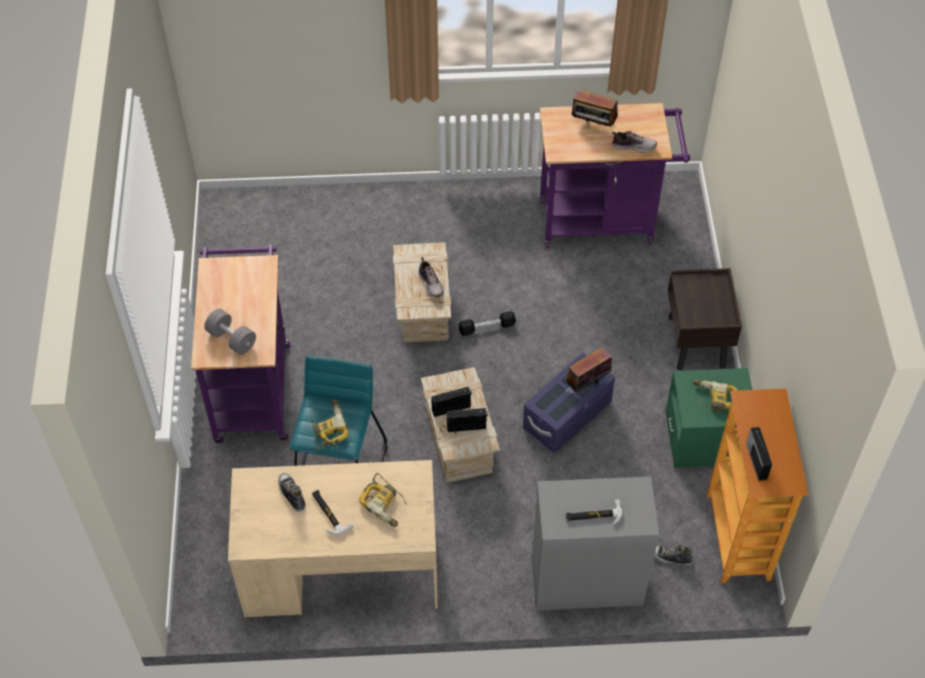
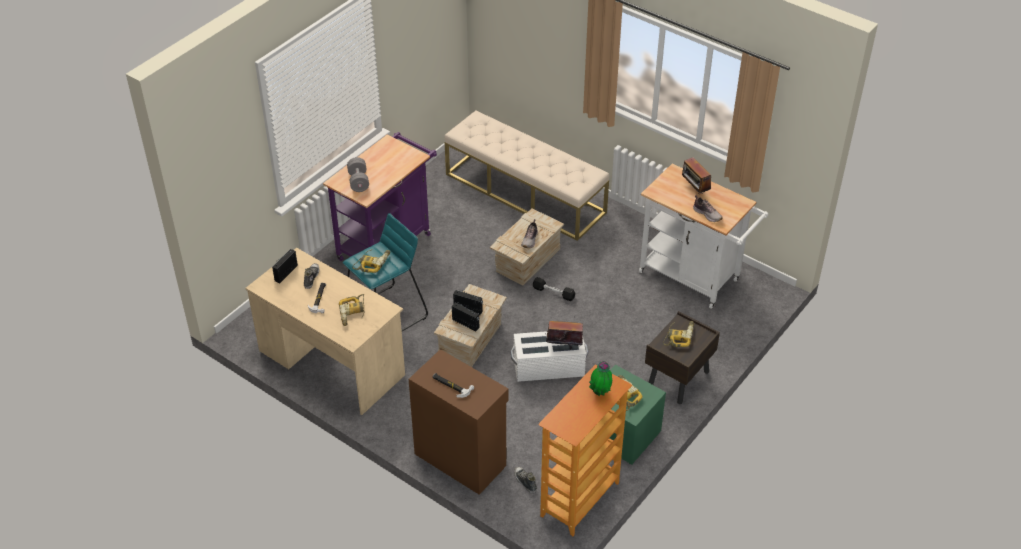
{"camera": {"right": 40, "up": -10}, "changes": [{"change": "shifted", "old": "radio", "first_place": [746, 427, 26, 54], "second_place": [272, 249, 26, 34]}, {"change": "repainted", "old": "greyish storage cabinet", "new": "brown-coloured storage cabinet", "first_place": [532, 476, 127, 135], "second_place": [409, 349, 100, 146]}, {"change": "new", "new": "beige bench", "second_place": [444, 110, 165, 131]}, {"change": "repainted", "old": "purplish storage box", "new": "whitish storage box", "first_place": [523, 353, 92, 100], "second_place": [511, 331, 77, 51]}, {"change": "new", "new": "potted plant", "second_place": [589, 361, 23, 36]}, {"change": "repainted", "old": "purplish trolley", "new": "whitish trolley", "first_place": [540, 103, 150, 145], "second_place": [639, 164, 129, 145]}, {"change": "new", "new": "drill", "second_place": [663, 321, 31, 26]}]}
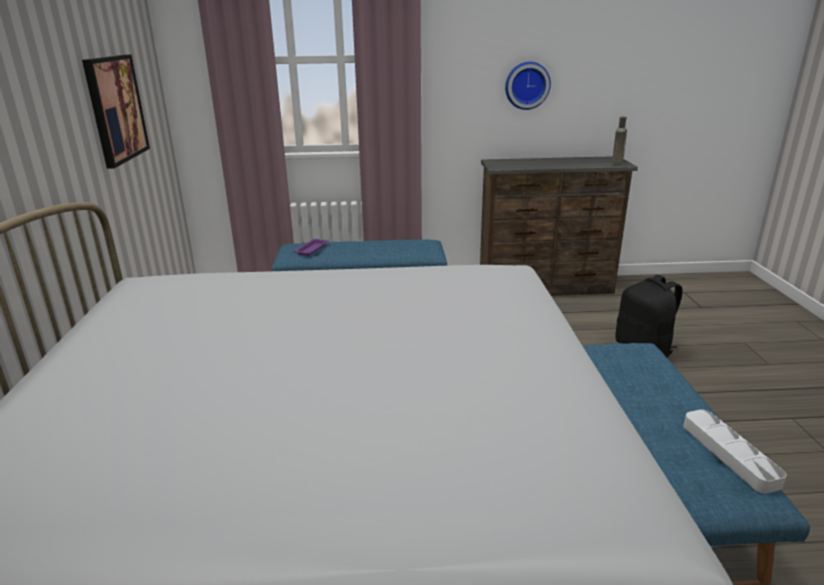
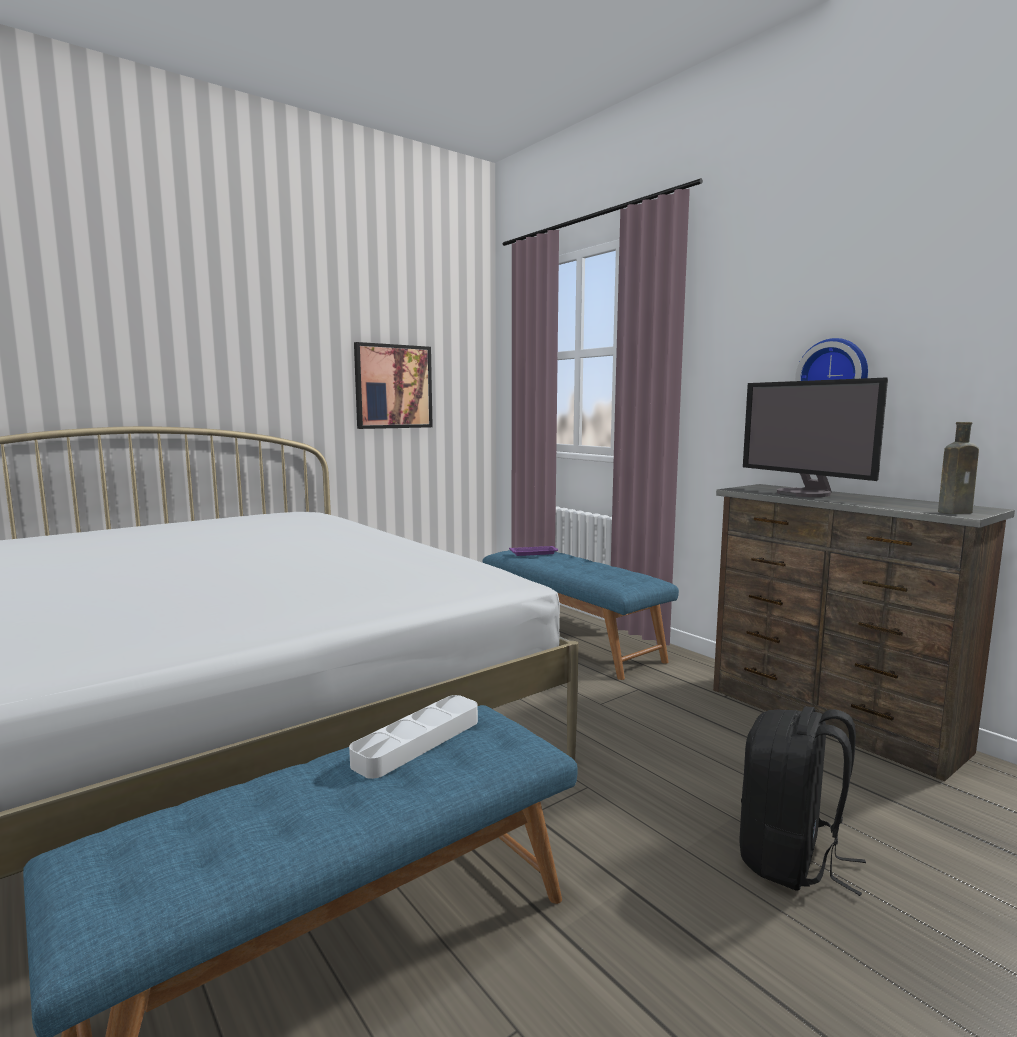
{"camera": {"right": 55, "up": -15}, "changes": [{"change": "shifted", "old": "whitish carrying tray", "first_place": [683, 409, 104, 85], "second_place": [349, 695, 129, 84]}, {"change": "new", "new": "computer display", "second_place": [743, 377, 145, 120]}]}
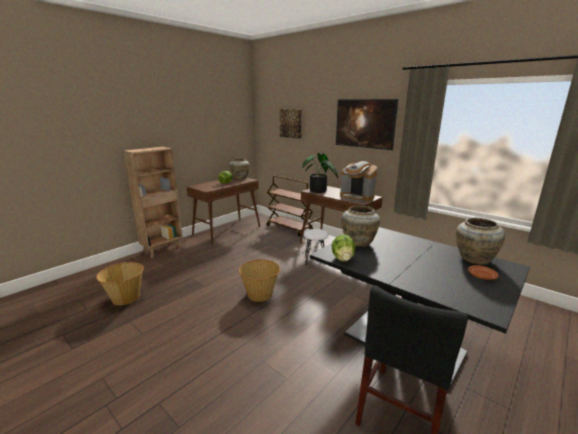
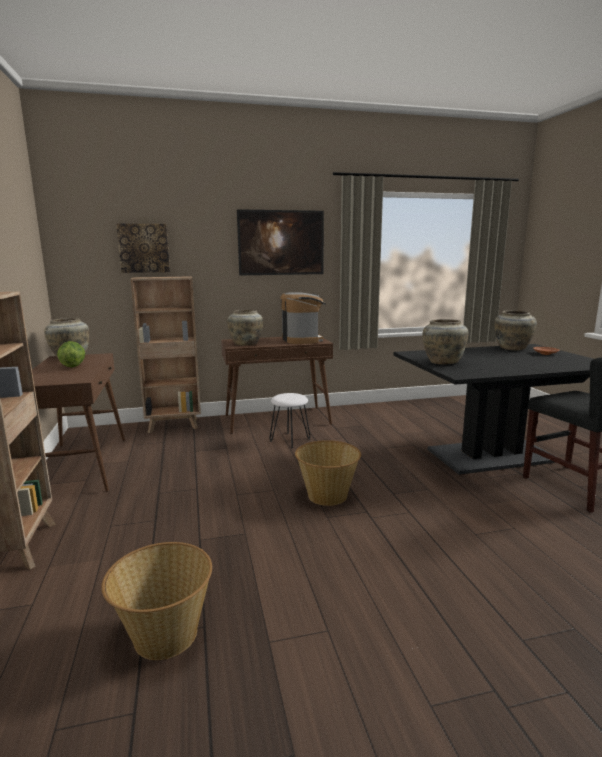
{"camera": {"right": -55, "up": -5}, "changes": [{"change": "swapped", "old": "brown-coloured trolley", "new": "brown-coloured bookshelf", "first_place": [267, 176, 46, 61], "second_place": [131, 276, 70, 157]}, {"change": "swapped", "old": "potted plant", "new": "beige flower vase", "first_place": [302, 153, 36, 40], "second_place": [227, 310, 36, 36]}, {"change": "rotated", "old": "coffee maker", "first_place": [340, 161, 37, 41], "second_place": [281, 292, 45, 52], "degrees": -90}, {"change": "gone", "old": "lettuce head", "first_place": [331, 234, 25, 28]}]}
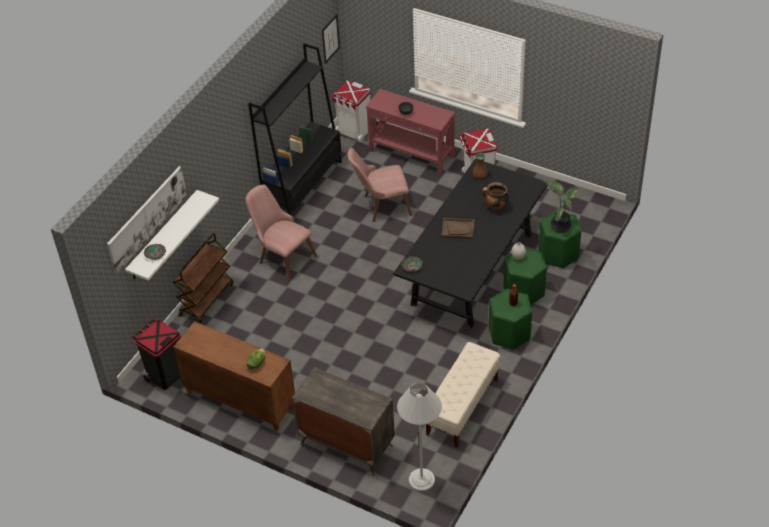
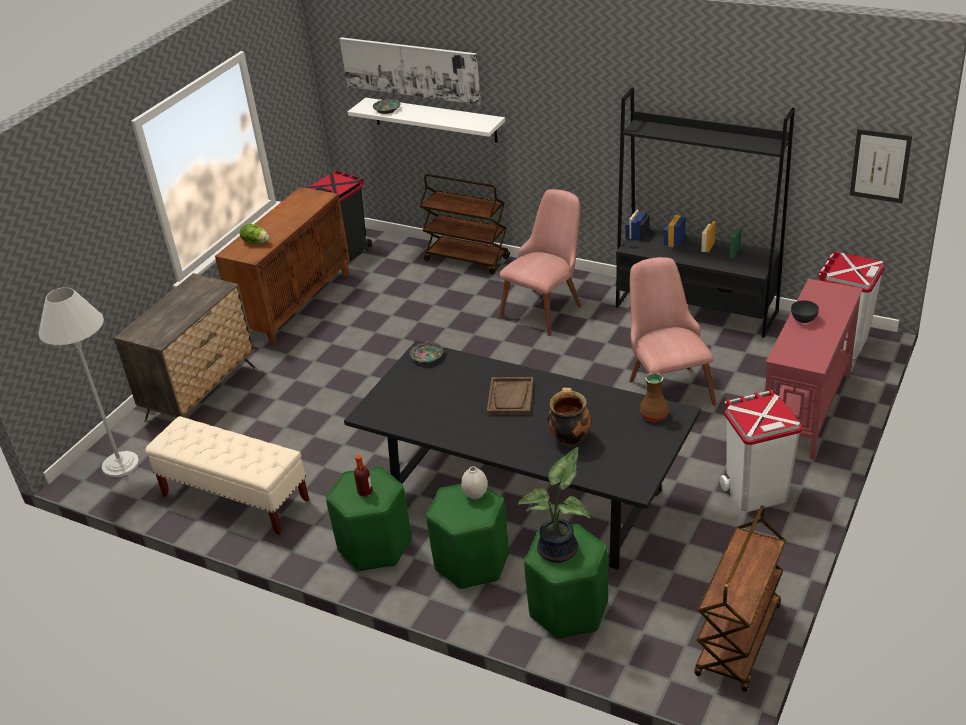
{"camera": {"right": 90, "up": -10}, "changes": [{"change": "new", "new": "brown-coloured trolley", "second_place": [695, 505, 91, 187]}]}
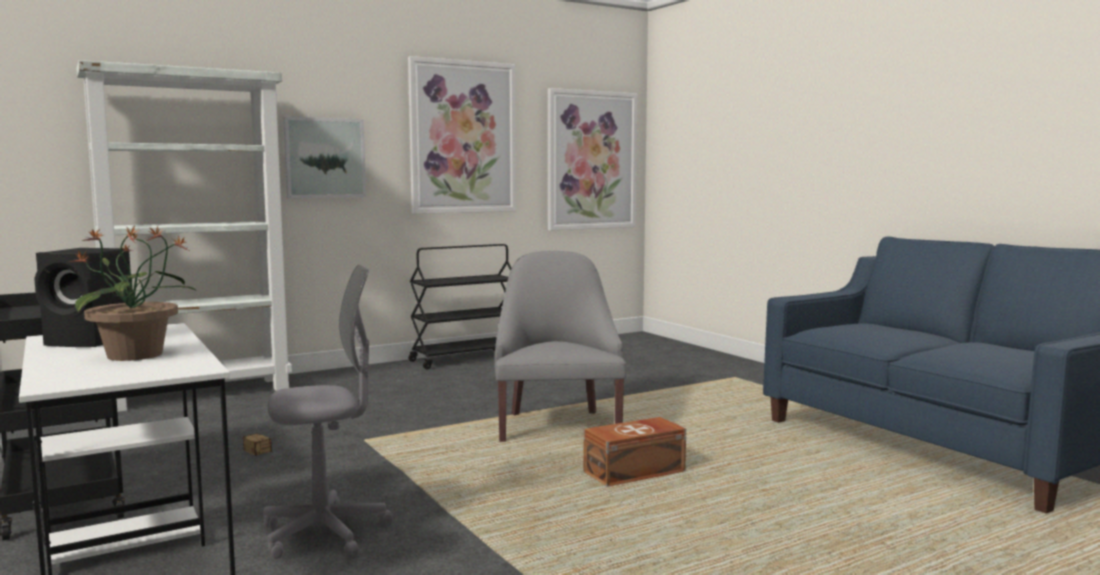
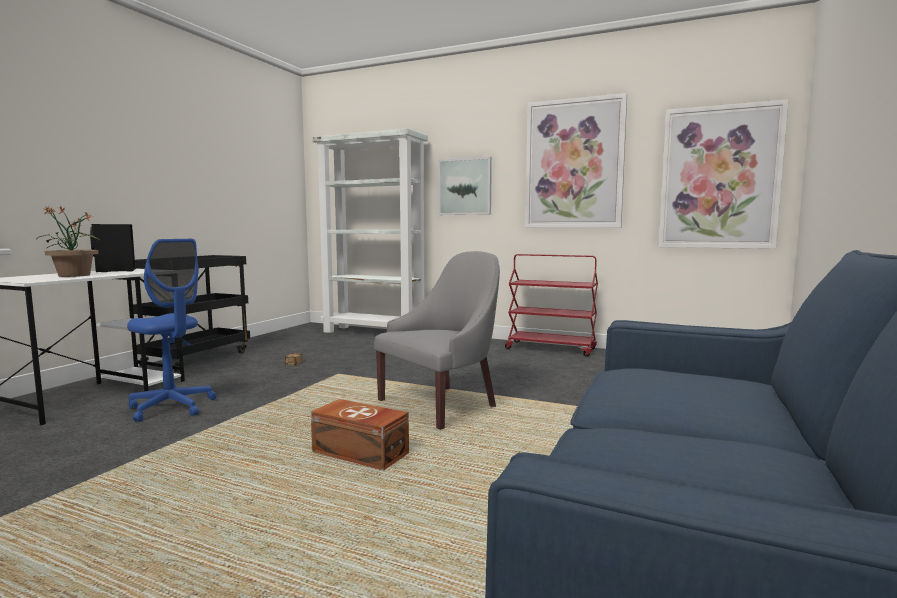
{"camera": {"right": 55, "up": 0}, "changes": [{"change": "repainted", "old": "greyish computer chair", "new": "blue-coloured computer chair", "first_place": [263, 265, 130, 294], "second_place": [127, 239, 89, 183]}, {"change": "repainted", "old": "blackish trolley", "new": "reddish trolley", "first_place": [408, 244, 103, 125], "second_place": [505, 254, 93, 103]}]}
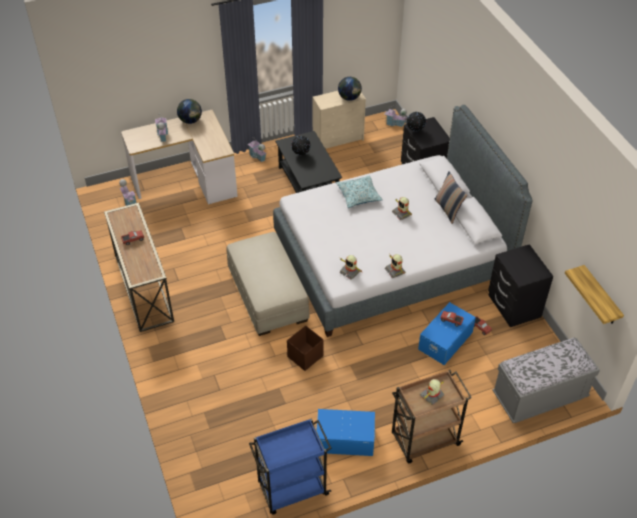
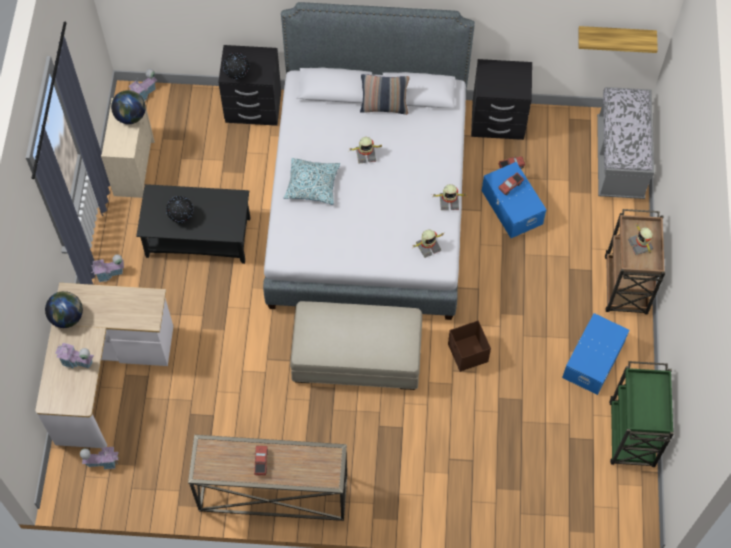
{"camera": {"right": -65, "up": 15}, "changes": [{"change": "repainted", "old": "blue-coloured trolley", "new": "green-coloured trolley", "first_place": [249, 418, 83, 97], "second_place": [609, 361, 65, 106]}]}
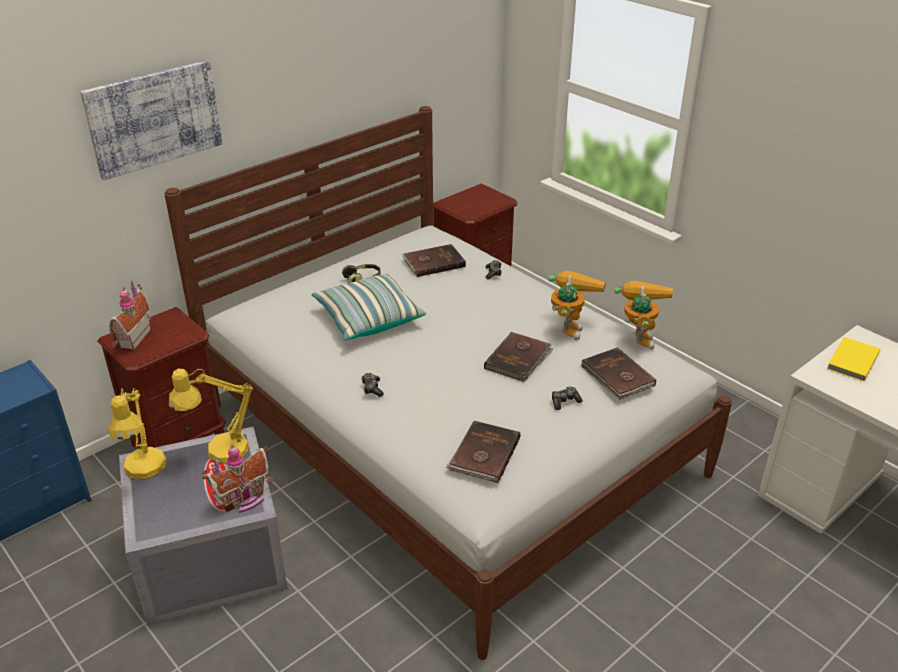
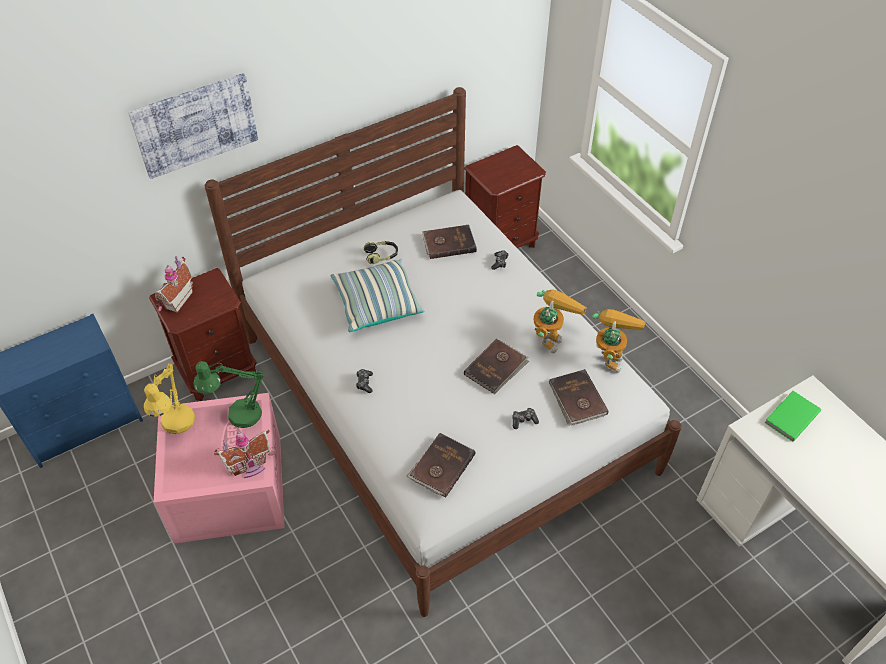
{"camera": {"right": 10, "up": 15}, "changes": [{"change": "repainted", "old": "greyish storage box", "new": "pinkish storage box", "first_place": [119, 427, 169, 199], "second_place": [154, 393, 131, 151]}, {"change": "repainted", "old": "yellow table lamp", "new": "green-coloured table lamp", "first_place": [169, 368, 84, 96], "second_place": [194, 361, 70, 67]}, {"change": "repainted", "old": "yellow volume", "new": "green-coloured volume", "first_place": [827, 337, 53, 44], "second_place": [764, 391, 57, 51]}]}
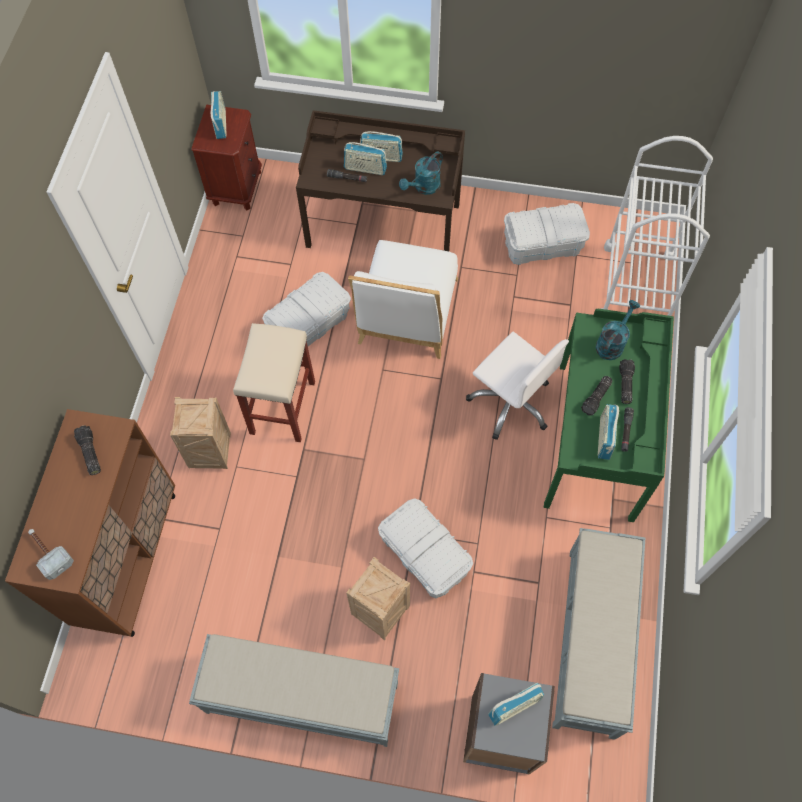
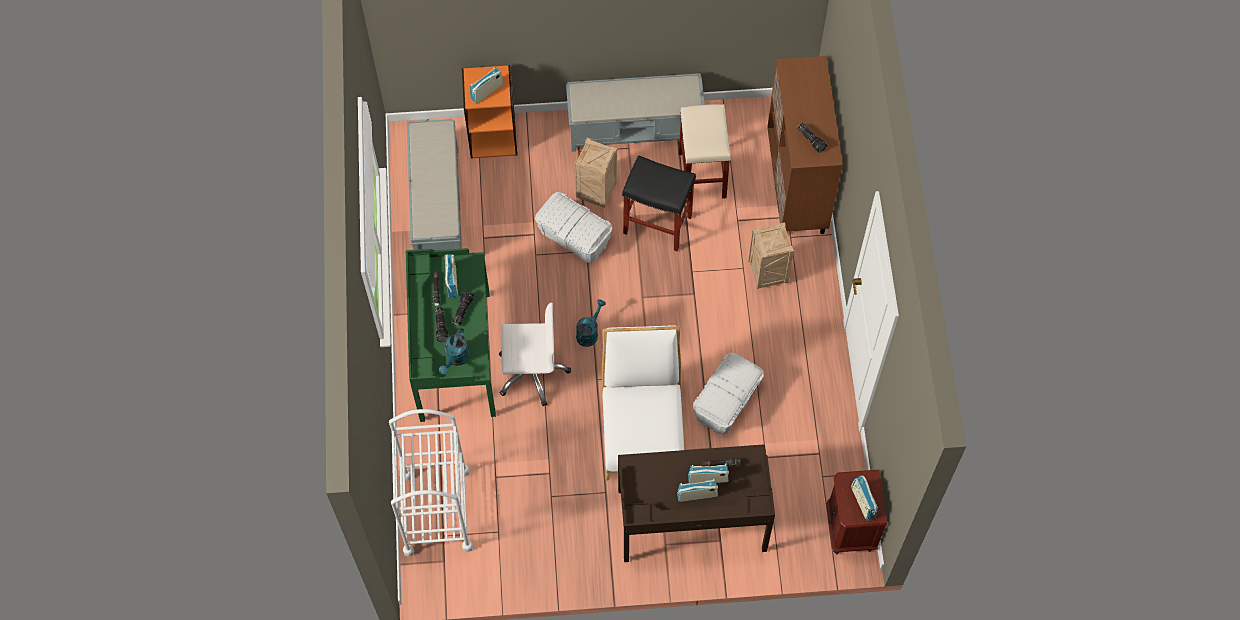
{"camera": {"right": 165, "up": 0}, "changes": [{"change": "repainted", "old": "greyish bookshelf", "new": "orange-coloured bookshelf", "first_place": [463, 673, 92, 101], "second_place": [462, 65, 56, 94]}, {"change": "rotated", "old": "whitish computer chair", "first_place": [466, 332, 103, 108], "second_place": [499, 303, 72, 103], "degrees": 150}, {"change": "shifted", "old": "turquoise-coloured watering pot", "first_place": [399, 151, 44, 44], "second_place": [576, 299, 30, 48]}, {"change": "new", "new": "blackish stool", "second_place": [622, 155, 74, 96]}, {"change": "shifted", "old": "beige stool", "first_place": [233, 323, 82, 119], "second_place": [678, 104, 53, 95]}, {"change": "gone", "old": "hand hammer", "first_place": [28, 529, 46, 51]}, {"change": "gone", "old": "whitish storage box", "first_place": [504, 203, 86, 62]}]}
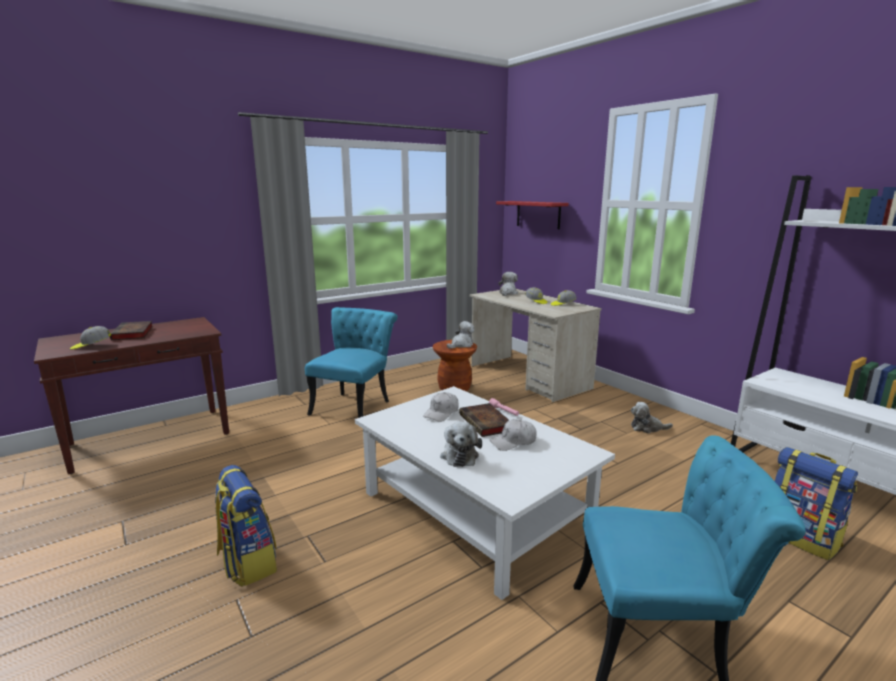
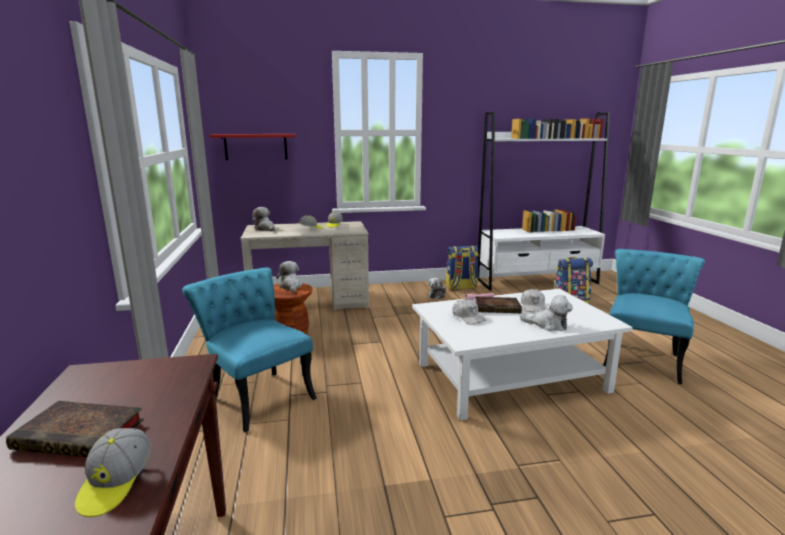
{"camera": {"right": -65, "up": 0}, "changes": [{"change": "shifted", "old": "rucksack", "first_place": [215, 465, 62, 122], "second_place": [446, 246, 33, 44]}]}
